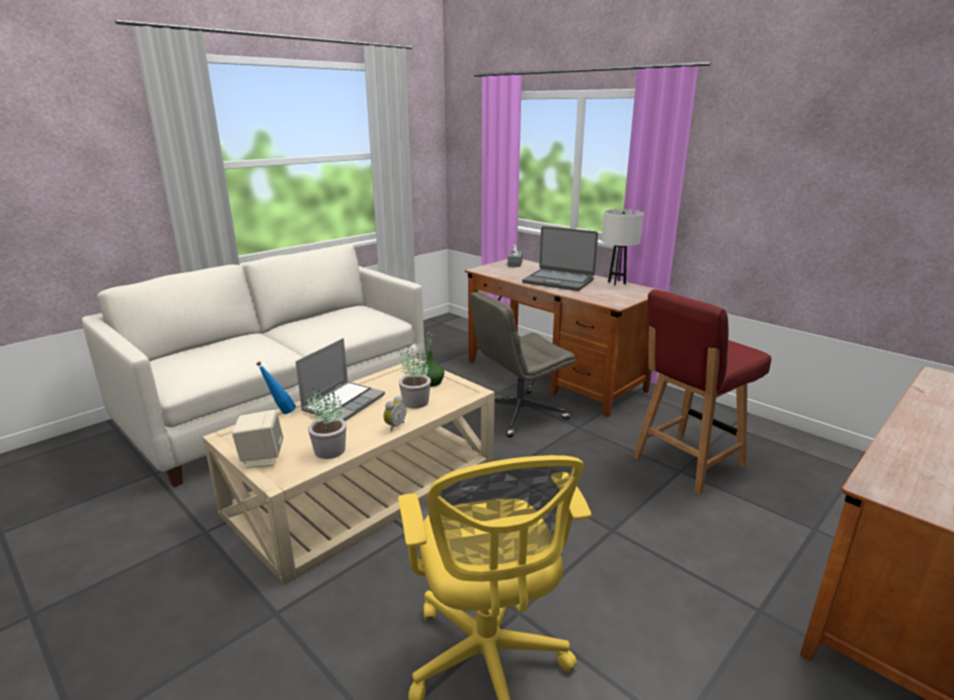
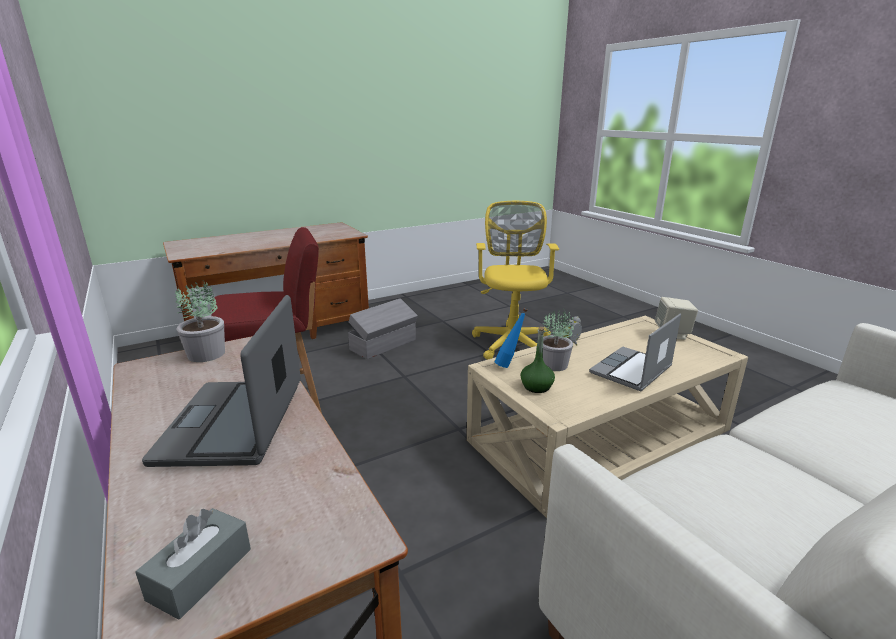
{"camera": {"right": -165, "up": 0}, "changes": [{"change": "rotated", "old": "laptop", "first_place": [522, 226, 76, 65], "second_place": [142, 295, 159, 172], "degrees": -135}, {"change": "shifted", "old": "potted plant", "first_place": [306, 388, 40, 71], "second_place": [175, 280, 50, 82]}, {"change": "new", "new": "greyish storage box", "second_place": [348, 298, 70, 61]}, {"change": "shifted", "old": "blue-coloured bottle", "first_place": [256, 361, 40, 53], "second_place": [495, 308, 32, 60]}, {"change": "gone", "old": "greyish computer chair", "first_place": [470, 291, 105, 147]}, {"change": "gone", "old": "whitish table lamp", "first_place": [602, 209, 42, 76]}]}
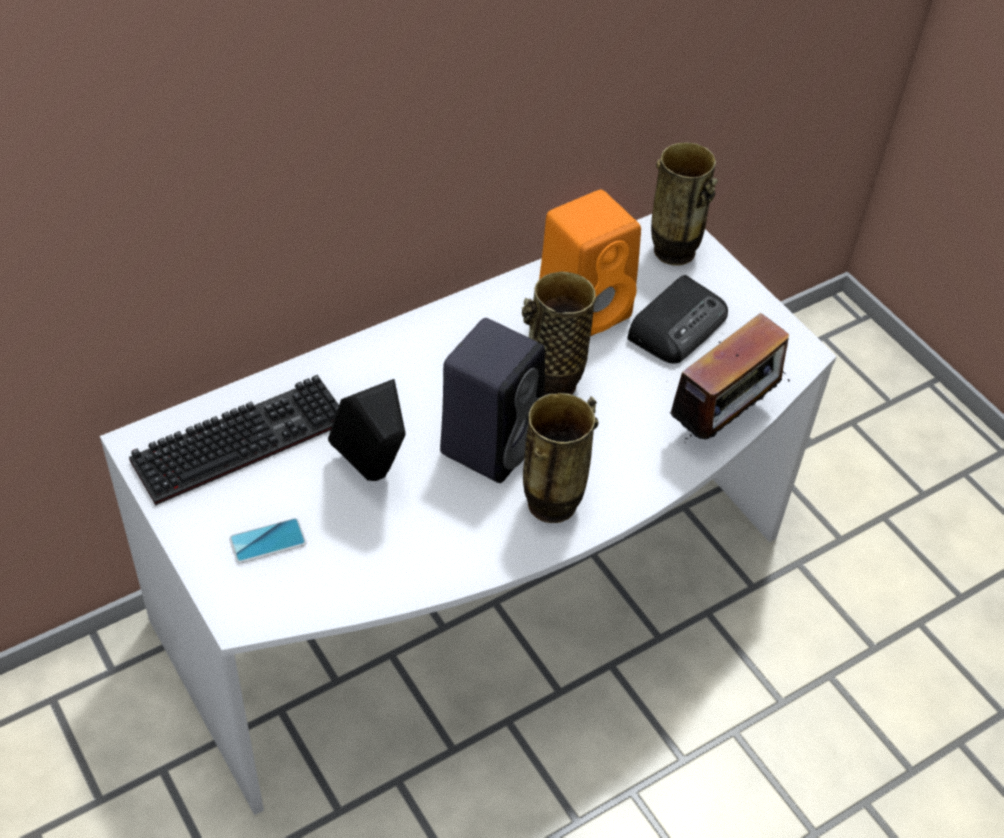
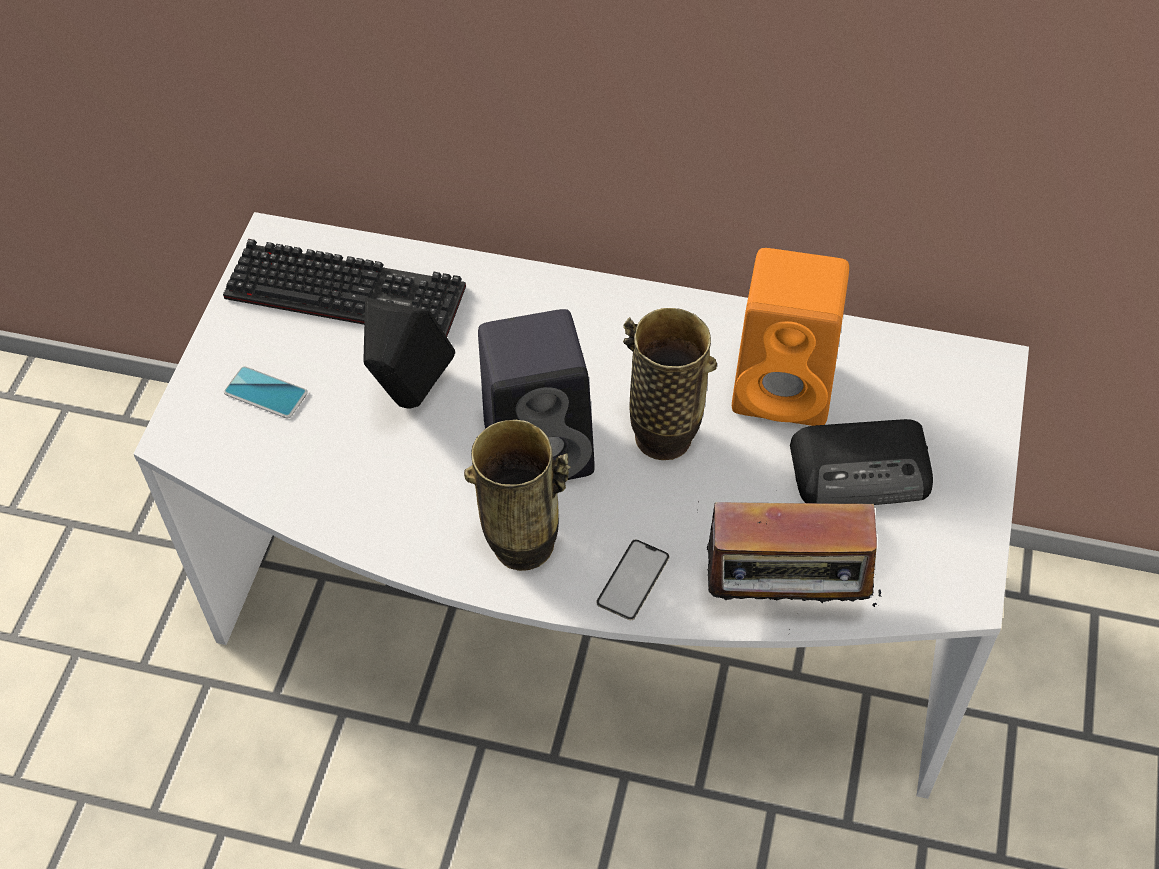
{"camera": {"right": 50, "up": 5}, "changes": [{"change": "new", "new": "telephone", "second_place": [596, 539, 73, 81]}, {"change": "gone", "old": "flower vase", "first_place": [651, 143, 67, 123]}]}
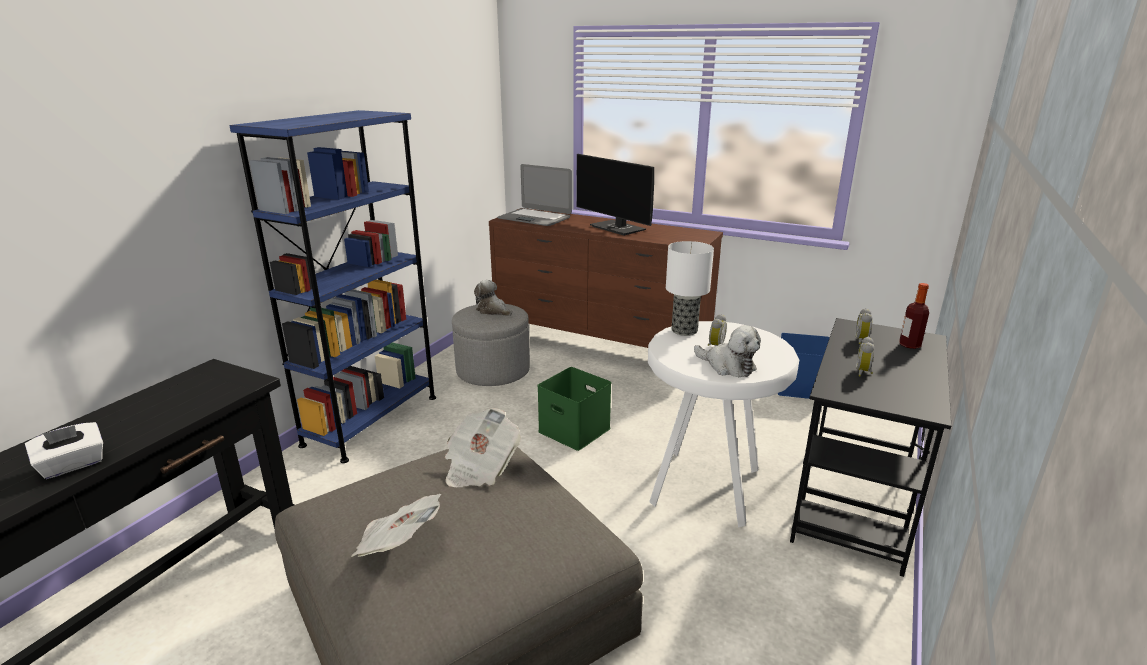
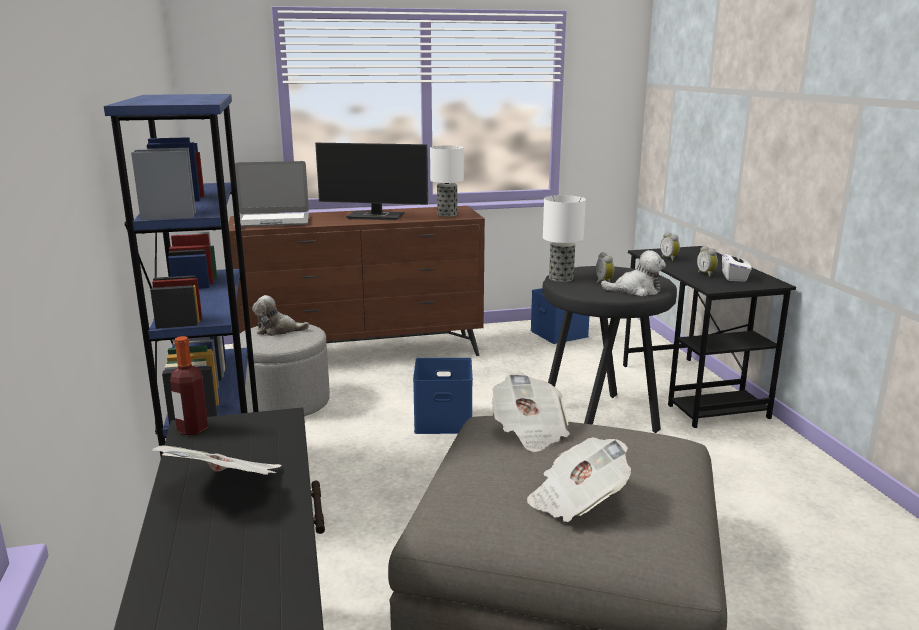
{"camera": {"right": -40, "up": -5}, "changes": [{"change": "new", "new": "daily paper", "second_place": [152, 445, 130, 30]}, {"change": "shifted", "old": "bottle", "first_place": [899, 283, 30, 66], "second_place": [170, 336, 38, 99]}, {"change": "repainted", "old": "green-coloured storage box", "new": "blue-coloured storage box", "first_place": [537, 367, 74, 84], "second_place": [413, 358, 60, 76]}, {"change": "new", "new": "table lamp", "second_place": [430, 145, 34, 72]}, {"change": "repainted", "old": "whitish stool", "new": "blackish stool", "first_place": [648, 321, 151, 206], "second_place": [542, 266, 135, 167]}, {"change": "shifted", "old": "whitish tissue box", "first_place": [25, 422, 78, 57], "second_place": [722, 250, 30, 32]}]}
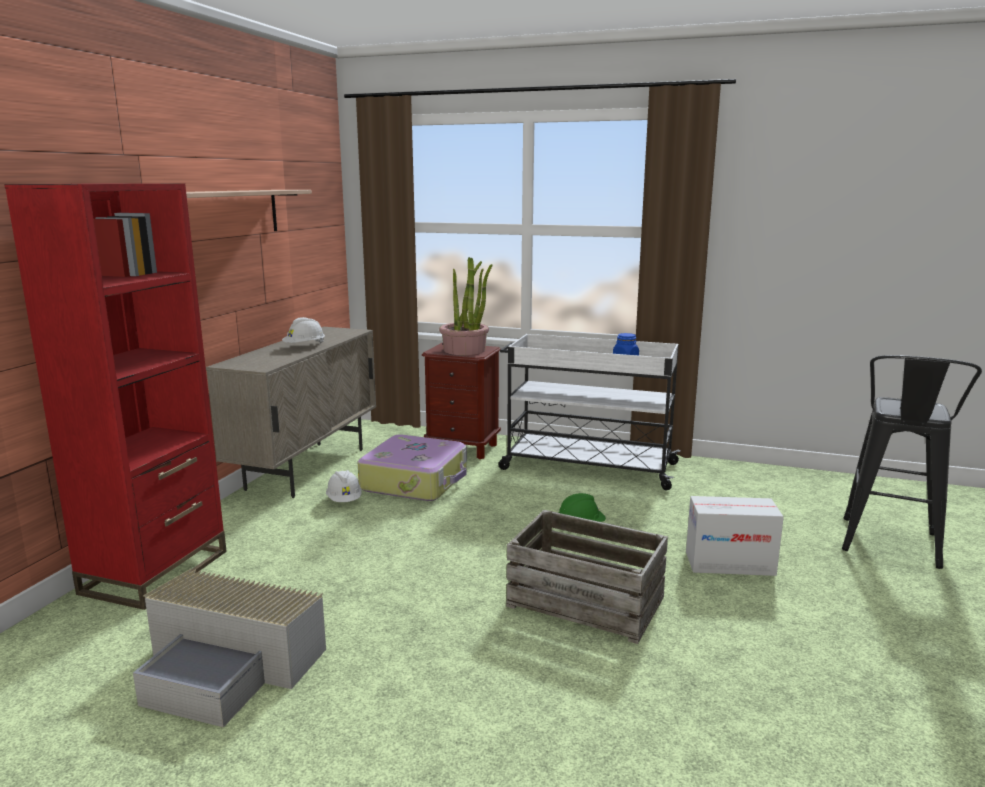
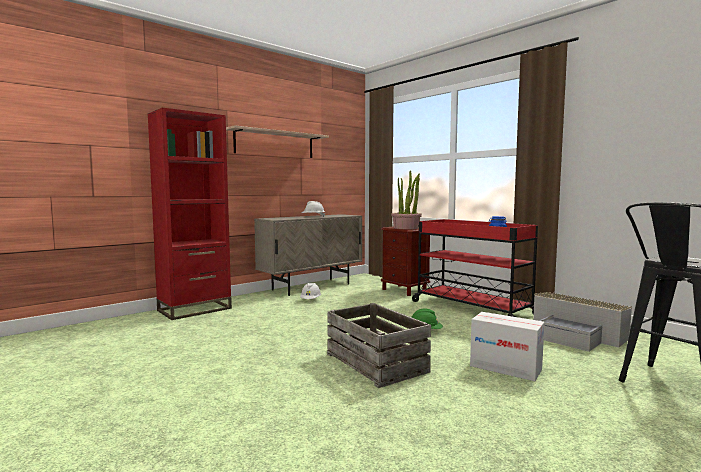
{"camera": {"right": 30, "up": -10}, "changes": [{"change": "repainted", "old": "whitish trolley", "new": "reddish trolley", "first_place": [498, 334, 183, 156], "second_place": [412, 219, 126, 98]}, {"change": "shifted", "old": "greyish storage box", "first_place": [133, 569, 193, 158], "second_place": [533, 292, 99, 60]}, {"change": "gone", "old": "travel case", "first_place": [358, 434, 109, 67]}]}
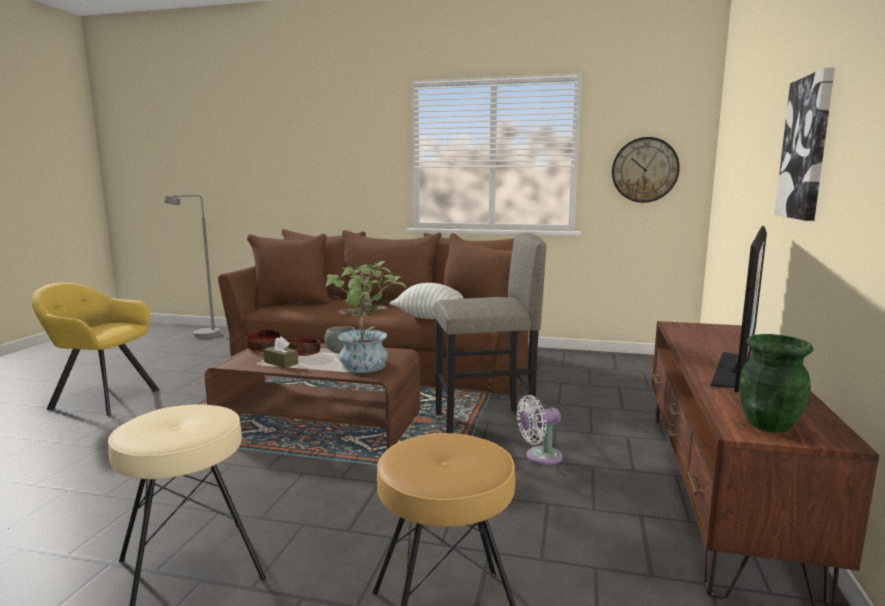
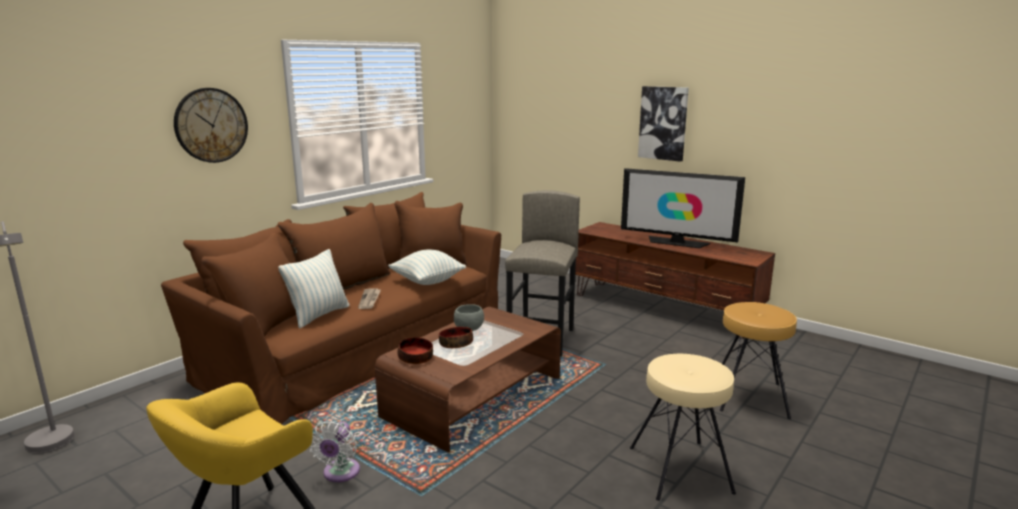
{"camera": {"right": -65, "up": 5}, "changes": [{"change": "shifted", "old": "clock on the wall", "first_place": [612, 137, 68, 66], "second_place": [174, 88, 74, 75]}, {"change": "new", "new": "pillow", "second_place": [278, 249, 71, 79]}, {"change": "shifted", "old": "whitish electric fan", "first_place": [517, 395, 46, 70], "second_place": [310, 421, 50, 61]}, {"change": "rotated", "old": "TV", "first_place": [711, 226, 56, 166], "second_place": [621, 168, 124, 80], "degrees": 150}, {"change": "gone", "old": "brown-coloured tissue box", "first_place": [263, 336, 35, 32]}, {"change": "gone", "old": "potted plant", "first_place": [326, 261, 80, 112]}, {"change": "gone", "old": "green-coloured flower vase", "first_place": [740, 334, 73, 99]}]}
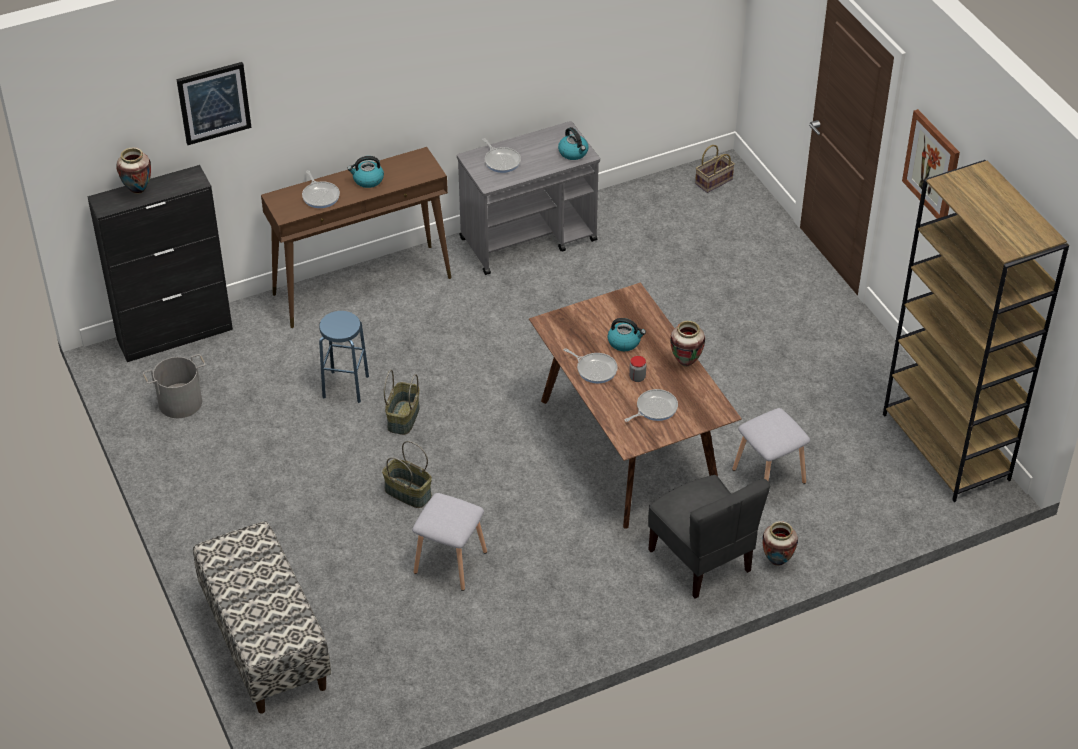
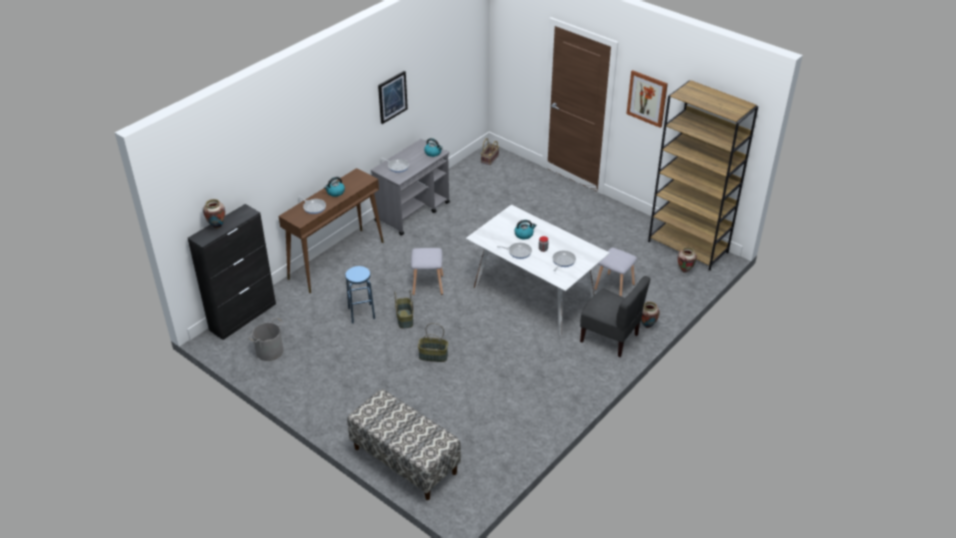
{"camera": {"right": -25, "up": -5}, "changes": [{"change": "shifted", "old": "picture", "first_place": [176, 62, 76, 83], "second_place": [378, 71, 30, 53]}, {"change": "shifted", "old": "greyish stool", "first_place": [412, 493, 75, 98], "second_place": [411, 248, 32, 47]}, {"change": "repainted", "old": "brown-coloured dining table", "new": "whitish dining table", "first_place": [529, 282, 213, 247], "second_place": [466, 205, 144, 131]}, {"change": "shifted", "old": "flower vase", "first_place": [670, 321, 35, 46], "second_place": [678, 247, 19, 26]}]}
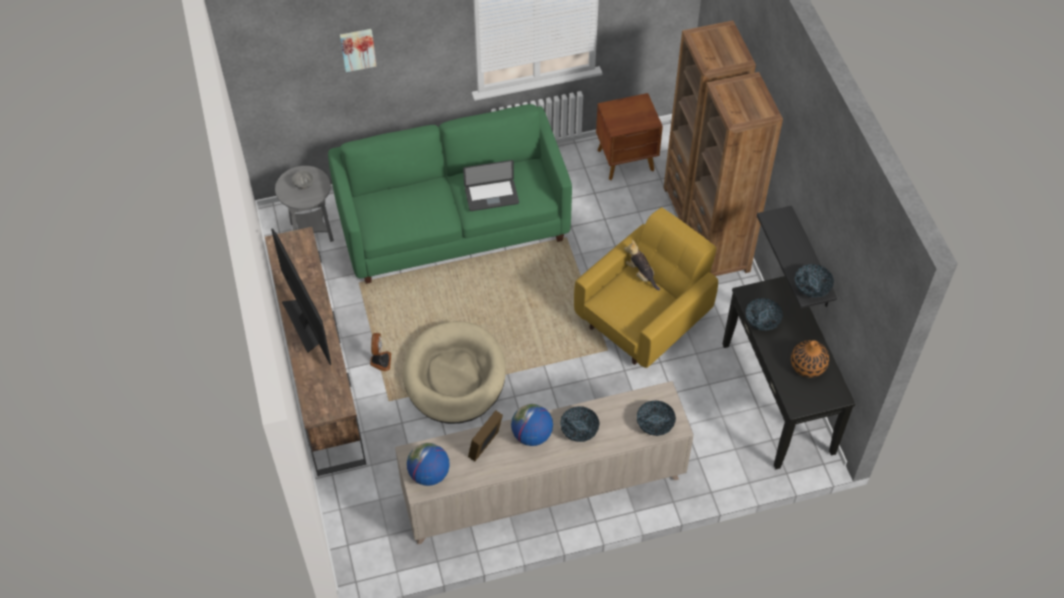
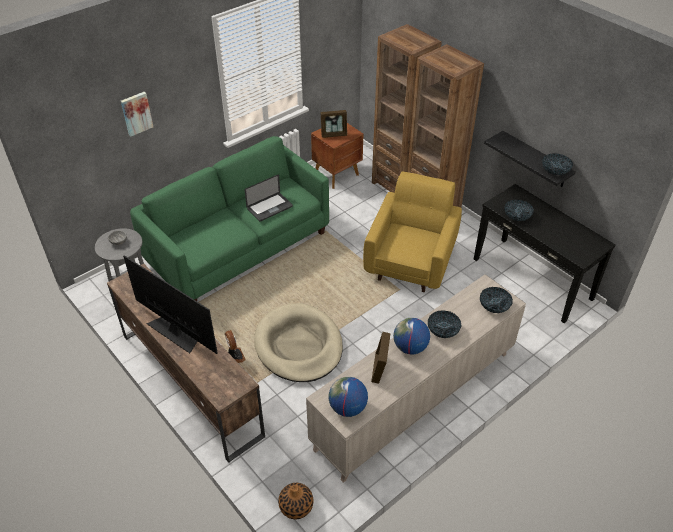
{"camera": {"right": -25, "up": -10}, "changes": [{"change": "shifted", "old": "flower vase", "first_place": [791, 340, 38, 38], "second_place": [278, 483, 35, 36]}, {"change": "new", "new": "standing frame", "second_place": [321, 110, 26, 28]}, {"change": "gone", "old": "plush toy", "first_place": [624, 240, 36, 50]}]}
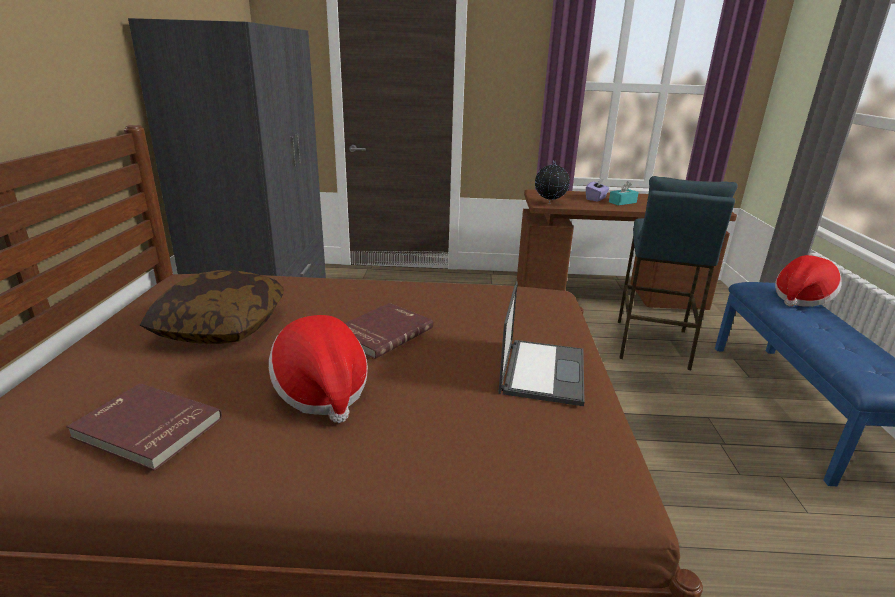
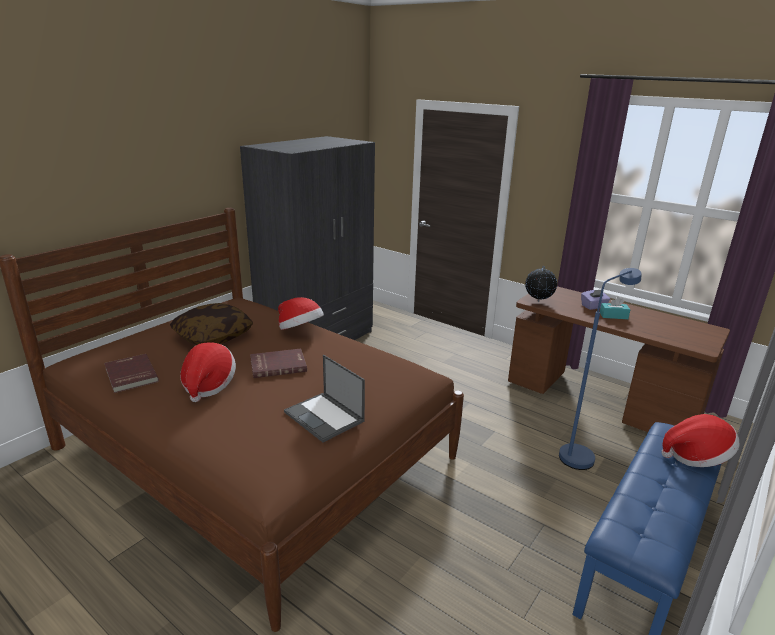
{"camera": {"right": 35, "up": 0}, "changes": [{"change": "new", "new": "wearable hat", "second_place": [278, 297, 46, 33]}, {"change": "rotated", "old": "laptop", "first_place": [498, 281, 87, 125], "second_place": [284, 354, 81, 88], "degrees": 90}, {"change": "swapped", "old": "blue-coloured stool", "new": "blue-coloured floor lamp", "first_place": [618, 176, 120, 194], "second_place": [559, 268, 83, 202]}]}
